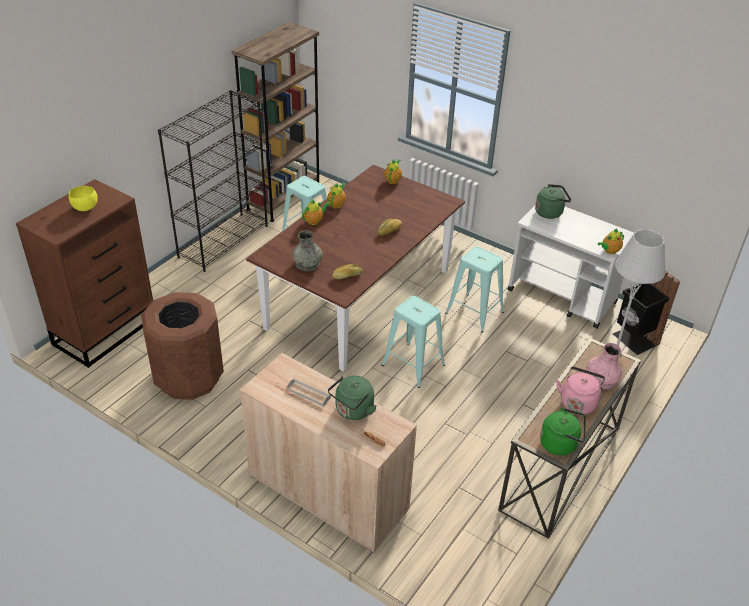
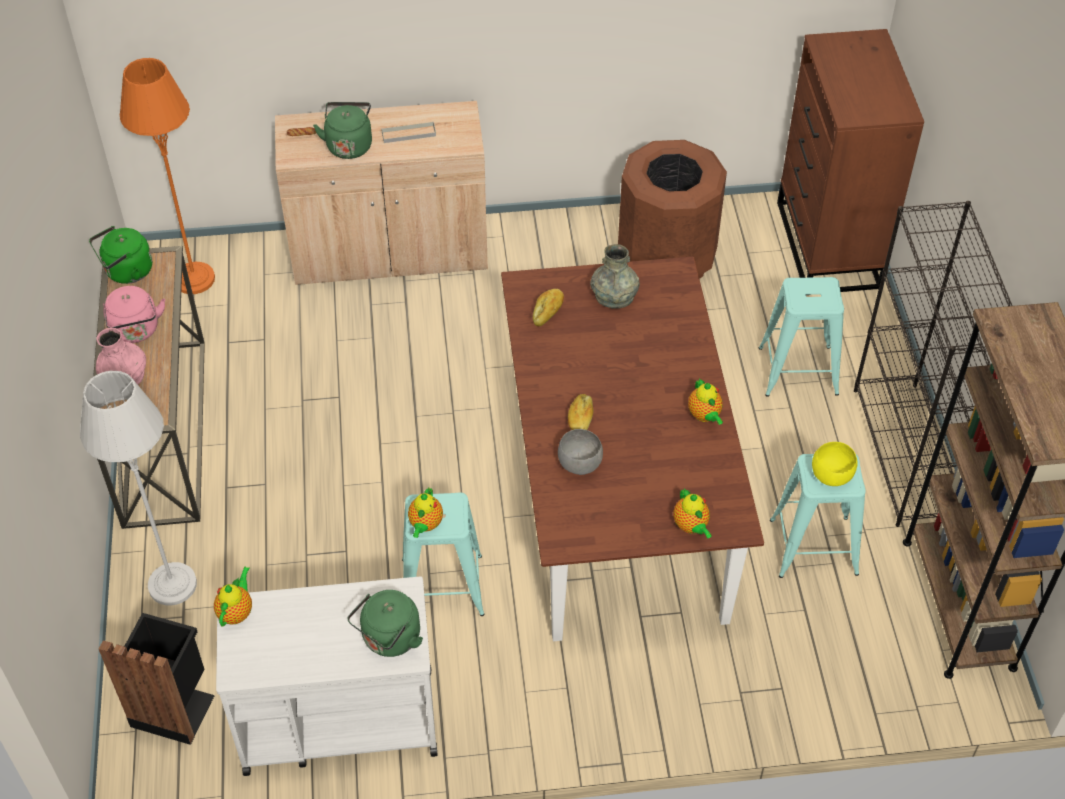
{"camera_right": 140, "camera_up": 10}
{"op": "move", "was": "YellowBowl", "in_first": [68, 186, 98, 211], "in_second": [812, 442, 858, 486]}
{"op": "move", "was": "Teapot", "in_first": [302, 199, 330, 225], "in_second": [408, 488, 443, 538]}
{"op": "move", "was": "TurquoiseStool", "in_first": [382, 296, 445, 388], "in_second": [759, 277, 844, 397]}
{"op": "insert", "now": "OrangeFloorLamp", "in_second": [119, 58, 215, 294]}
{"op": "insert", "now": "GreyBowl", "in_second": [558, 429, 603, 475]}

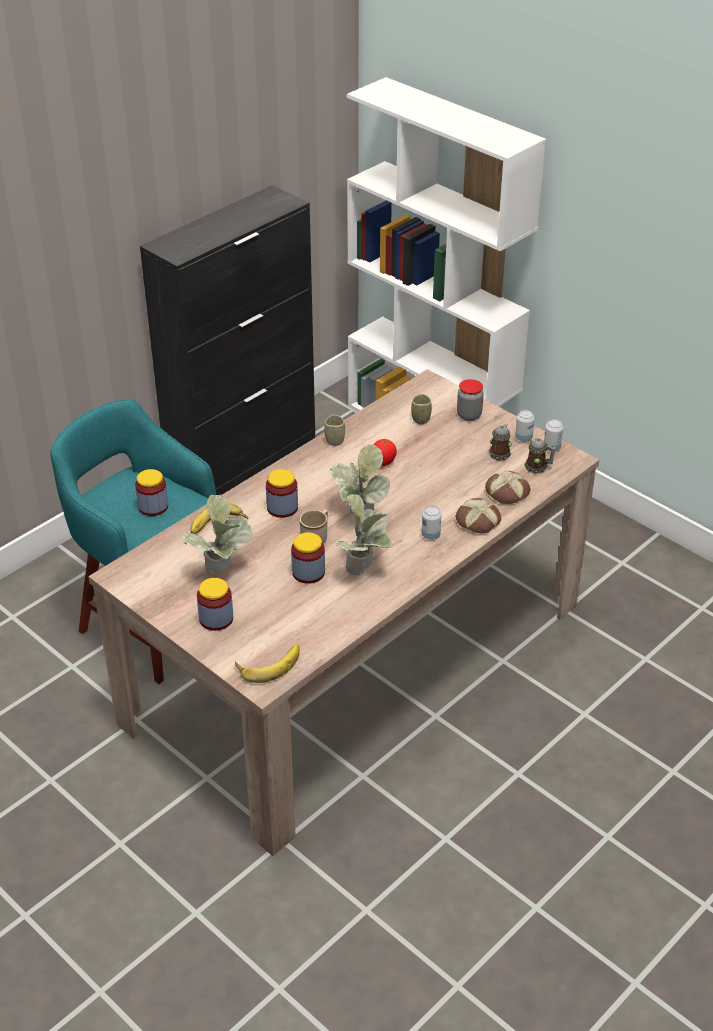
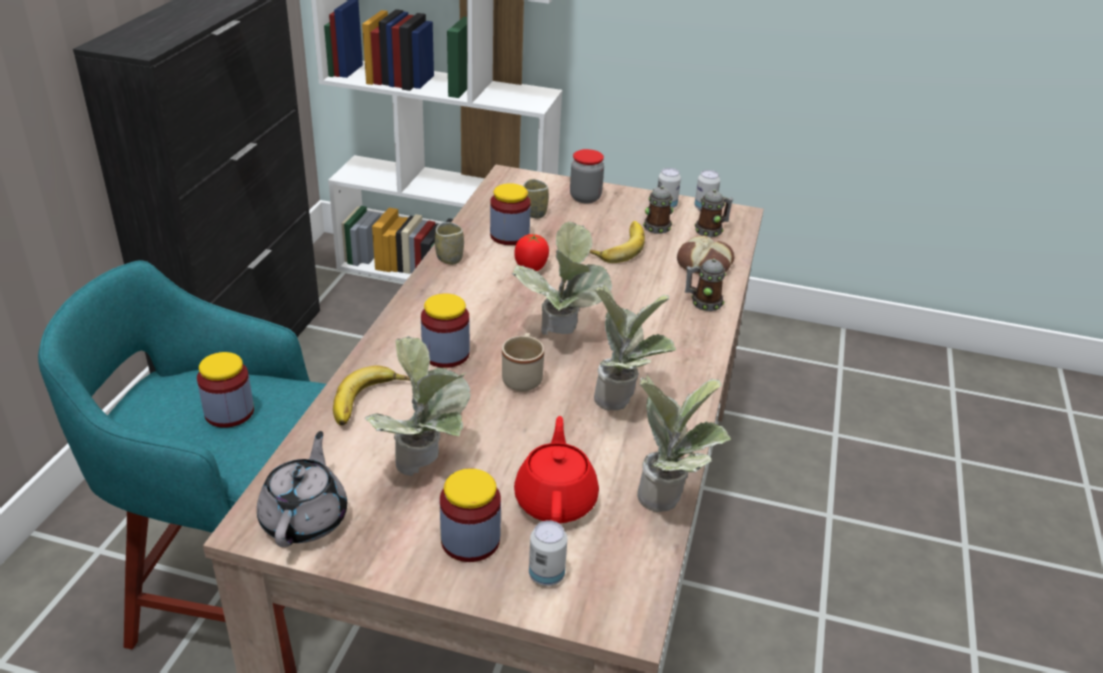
{"camera_right": -30, "camera_up": -5}
{"op": "move", "was": "Banana", "in_first": [235, 644, 300, 683], "in_second": [590, 221, 645, 263]}
{"op": "move", "was": "Jar", "in_first": [291, 532, 325, 584], "in_second": [490, 183, 531, 245]}
{"op": "move", "was": "Can", "in_first": [422, 505, 441, 540], "in_second": [529, 520, 567, 586]}
{"op": "replace", "was": "Bread", "now": "Mug", "in_first": [456, 498, 501, 533], "in_second": [685, 259, 726, 311]}
{"op": "insert", "now": "GreyTeapot", "in_second": [257, 431, 347, 547]}
{"op": "insert", "now": "RedTeapot", "in_second": [514, 416, 599, 524]}
{"op": "insert", "now": "PottedPlant", "in_second": [637, 376, 731, 512]}

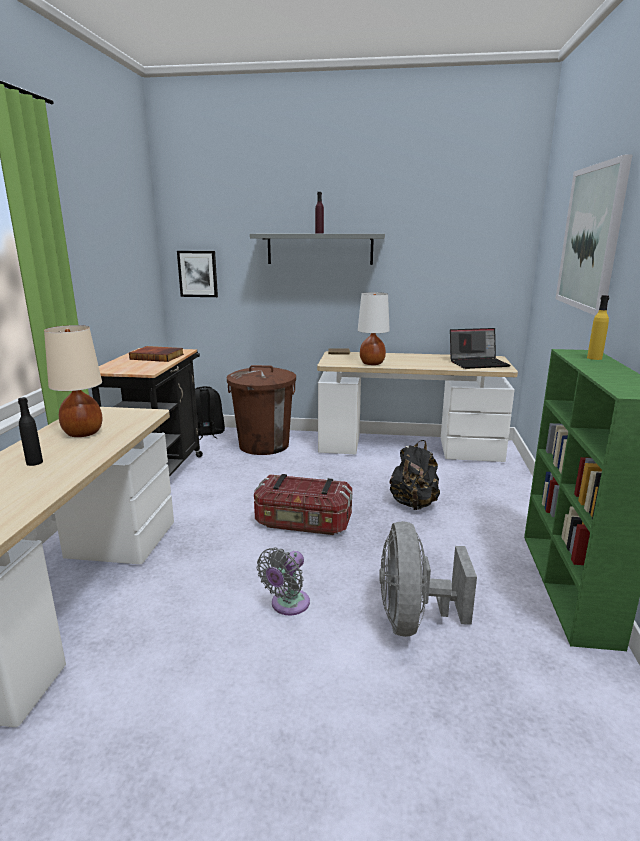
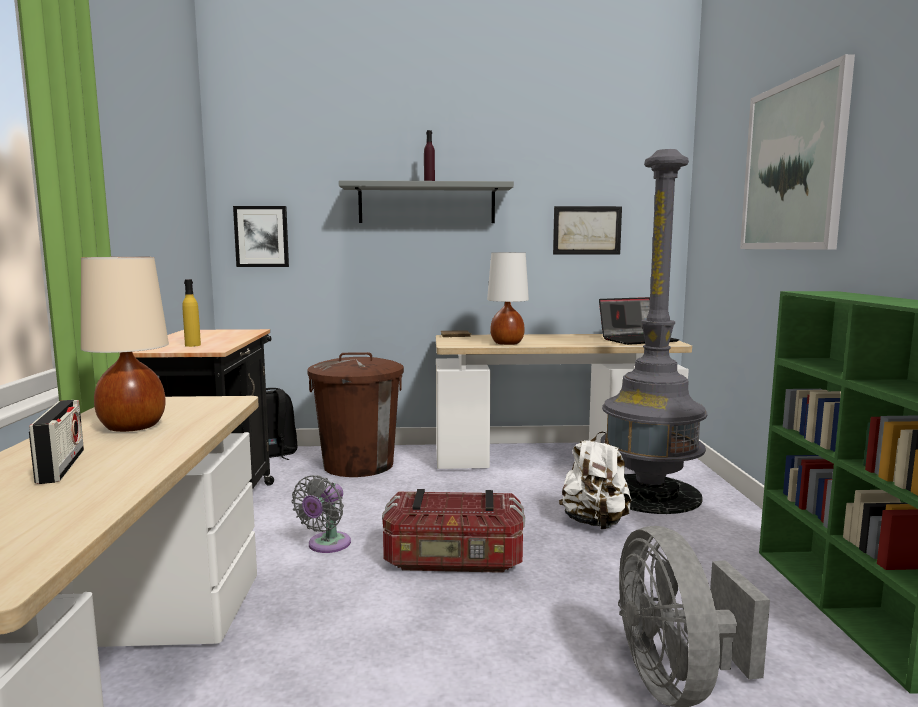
{"camera_right": -10, "camera_up": -10}
{"op": "replace", "was": "BlackBottle", "now": "Radio", "in_first": [18, 397, 43, 466], "in_second": [29, 400, 84, 484]}
{"op": "delete", "was": "Book", "in_first": [129, 346, 184, 362]}
{"op": "move", "was": "GreyFan", "in_first": [257, 547, 310, 616], "in_second": [291, 475, 351, 553]}
{"op": "recolor", "was": "BlackBackpack", "now": "WhiteBackpack", "in_first": [390, 440, 440, 510], "in_second": [559, 431, 632, 529]}
{"op": "move", "was": "YellowBottle", "in_first": [587, 295, 609, 360], "in_second": [182, 279, 201, 347]}
{"op": "insert", "now": "Picture", "in_second": [553, 206, 622, 254]}
{"op": "insert", "now": "GreyFloorLamp", "in_second": [600, 149, 708, 514]}

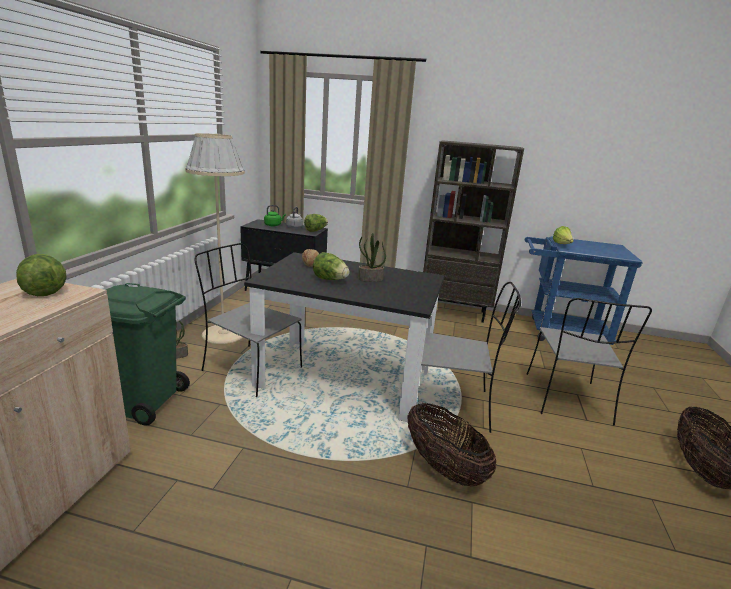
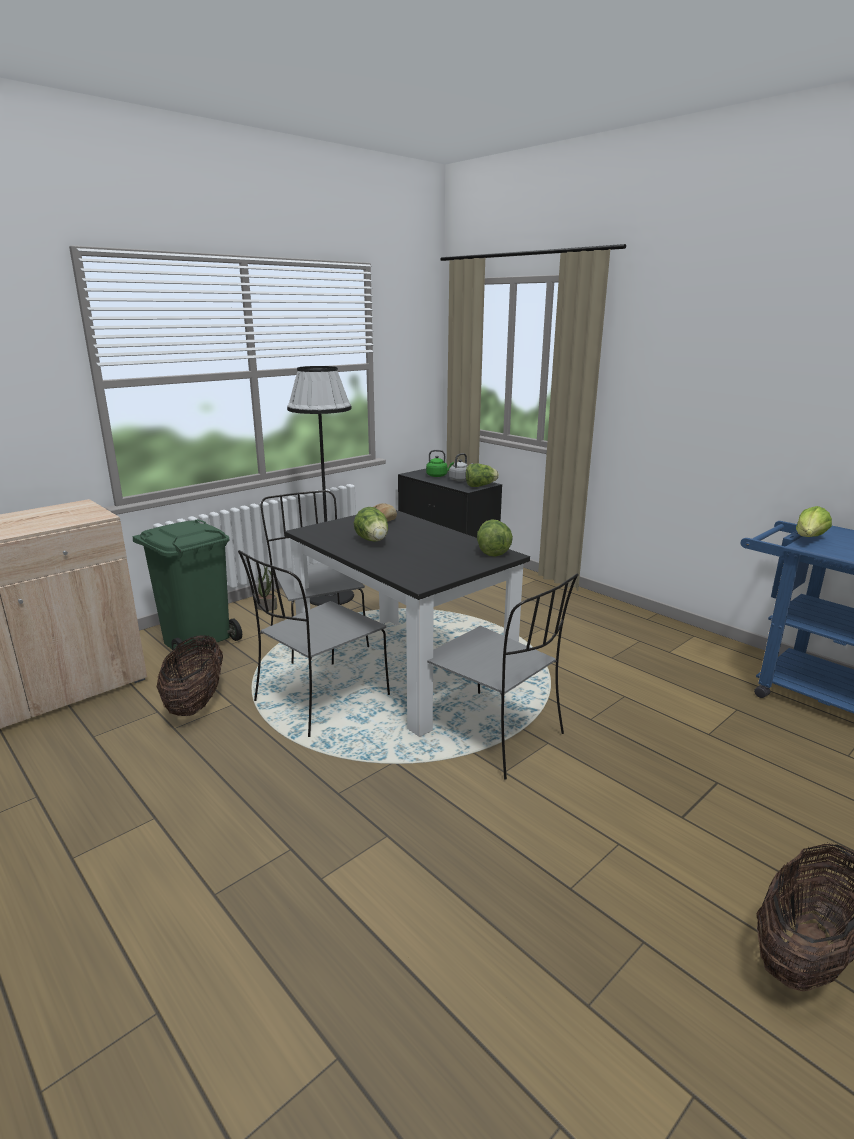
{"camera_right": 35, "camera_up": 0}
{"op": "move", "was": "Lettuce", "in_first": [16, 254, 67, 296], "in_second": [477, 519, 513, 557]}
{"op": "recolor", "was": "BeigeFloorLamp", "now": "BlackFloorLamp", "in_first": [185, 133, 245, 344], "in_second": [287, 366, 354, 606]}
{"op": "delete", "was": "PottedPlant", "in_first": [358, 233, 386, 282]}
{"op": "move", "was": "Basket", "in_first": [407, 403, 497, 486], "in_second": [157, 635, 223, 716]}
{"op": "delete", "was": "BrownBookcase", "in_first": [423, 140, 524, 323]}
{"op": "move", "was": "GreyChair", "in_first": [527, 298, 652, 426], "in_second": [238, 550, 390, 737]}

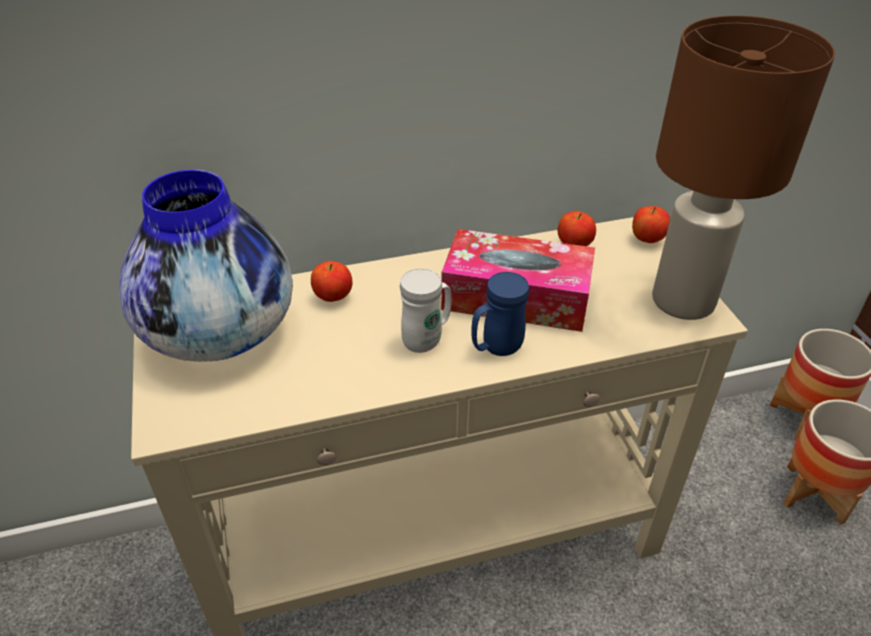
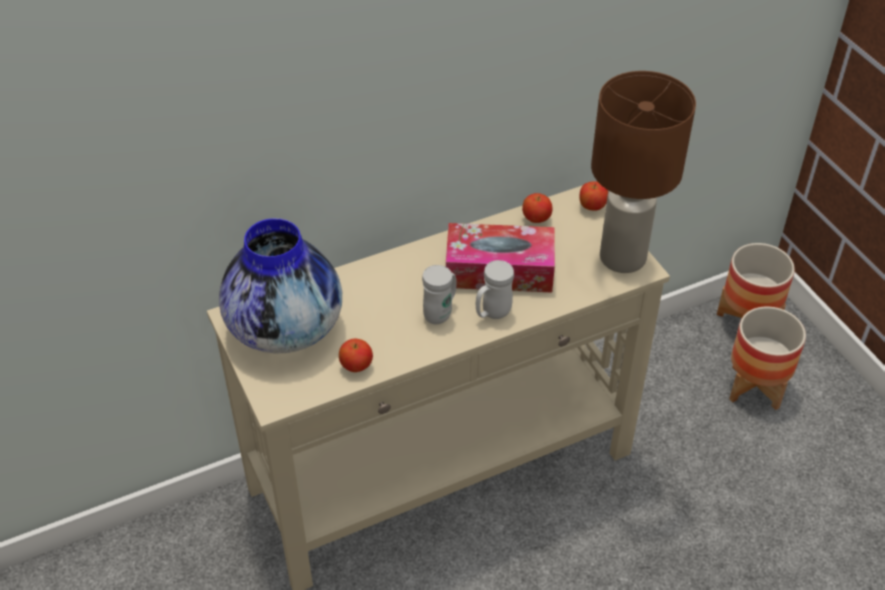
{"camera_right": -10, "camera_up": 5}
{"op": "move", "was": "Apple", "in_first": [311, 261, 352, 302], "in_second": [339, 339, 373, 372]}
{"op": "recolor", "was": "BlueMug", "now": "WhiteMug", "in_first": [471, 272, 529, 356], "in_second": [476, 260, 514, 319]}

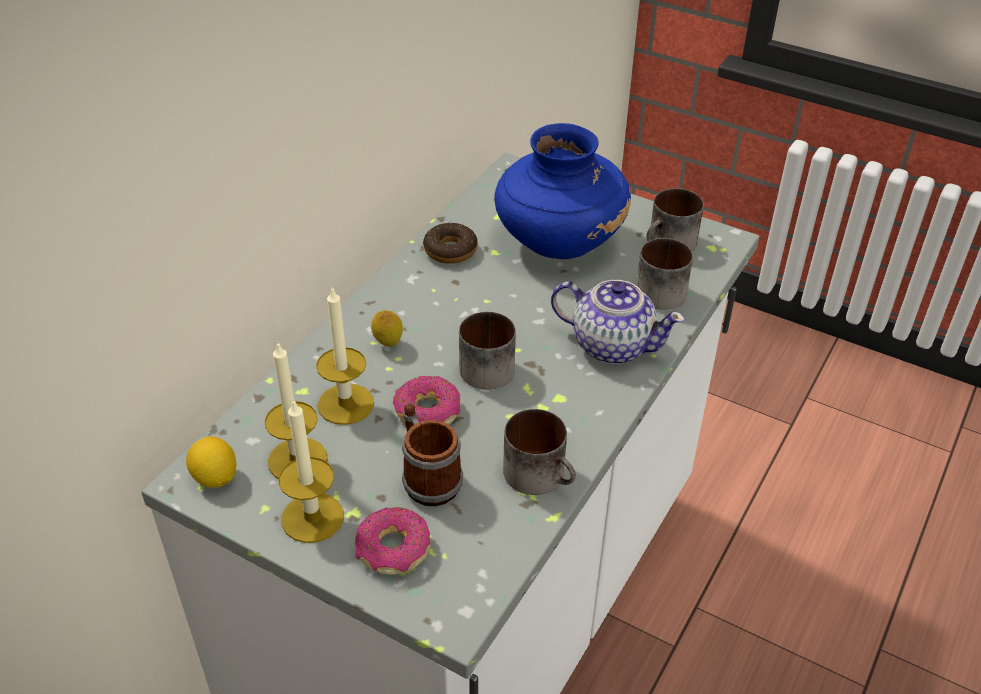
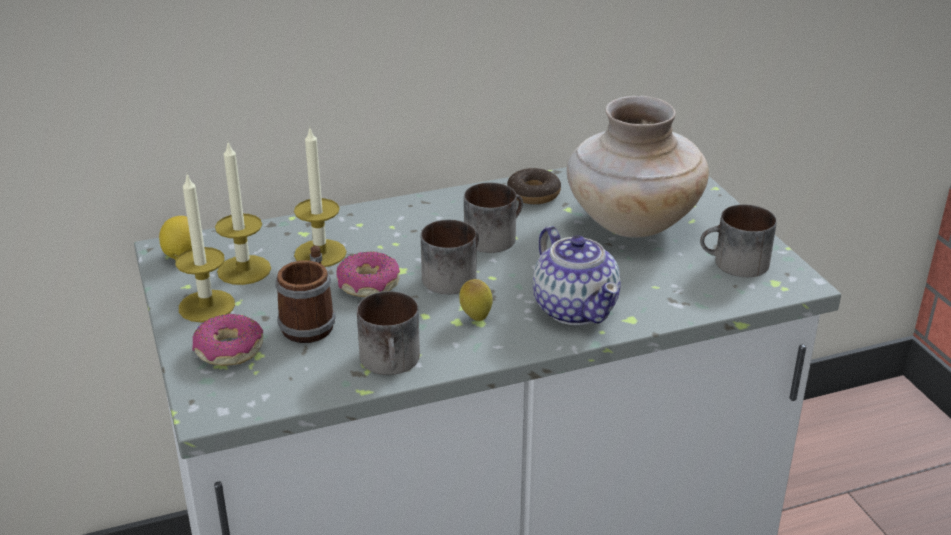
{"camera_right": 40, "camera_up": -10}
{"op": "move", "was": "Lemon", "in_first": [371, 310, 403, 347], "in_second": [459, 279, 493, 321]}
{"op": "recolor", "was": "BlueVase", "now": "BeigeVase", "in_first": [494, 123, 631, 259], "in_second": [567, 96, 709, 238]}
{"op": "move", "was": "Mug", "in_first": [636, 238, 693, 310], "in_second": [464, 183, 523, 253]}

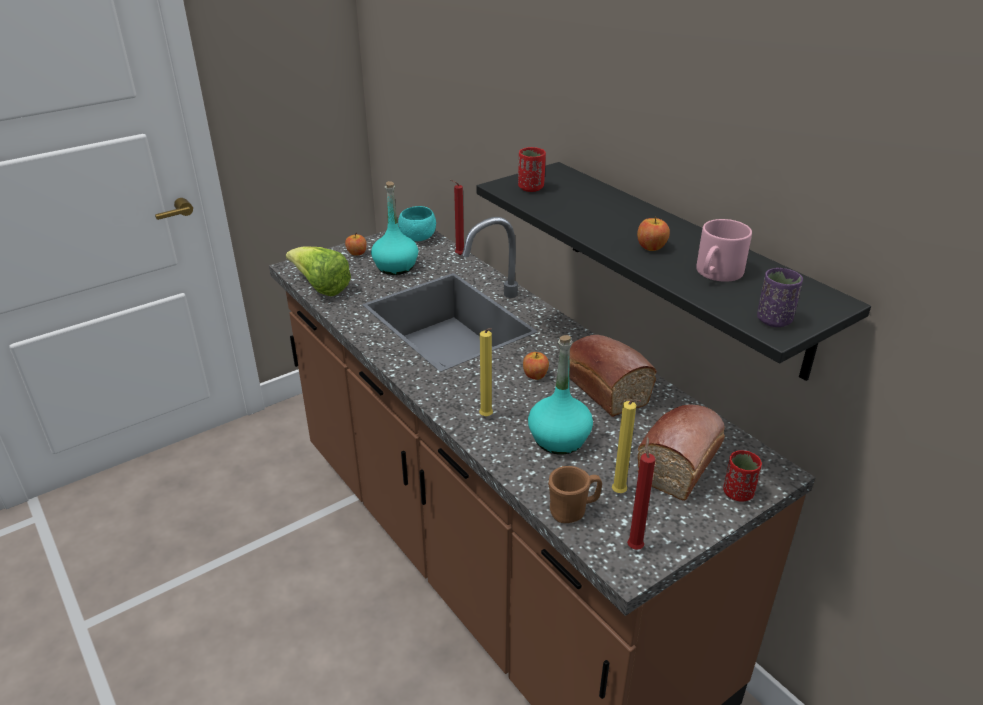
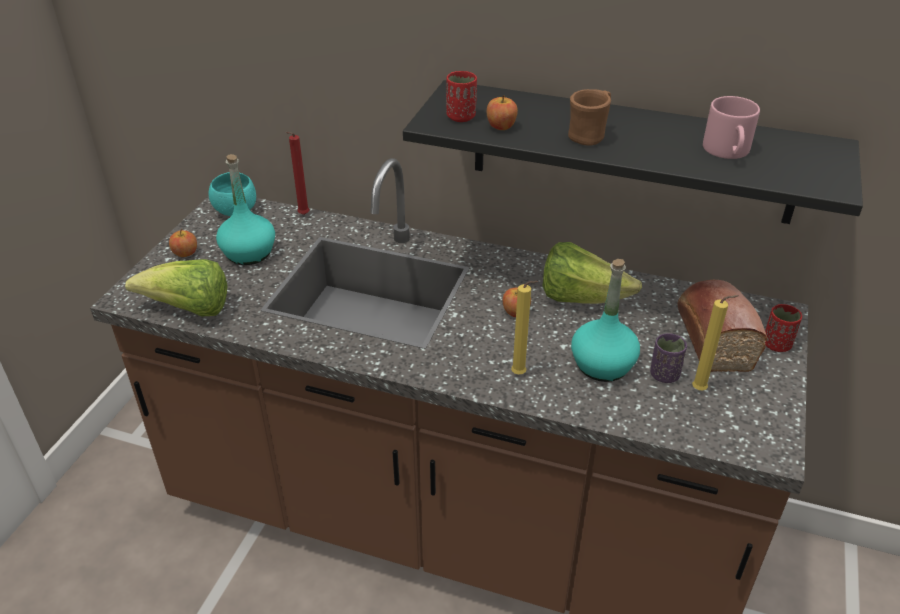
{"camera_right": -35, "camera_up": 5}
{"op": "move", "was": "BrownMug", "in_first": [548, 466, 602, 523], "in_second": [568, 89, 611, 146]}
{"op": "replace", "was": "Bread", "now": "Lettuce", "in_first": [569, 335, 657, 417], "in_second": [543, 242, 642, 304]}
{"op": "delete", "was": "RedCandle", "in_first": [627, 437, 656, 550]}
{"op": "move", "was": "Apple", "in_first": [637, 216, 670, 251], "in_second": [487, 95, 518, 130]}
{"op": "move", "was": "PurpleCup", "in_first": [757, 268, 803, 327], "in_second": [650, 333, 687, 383]}

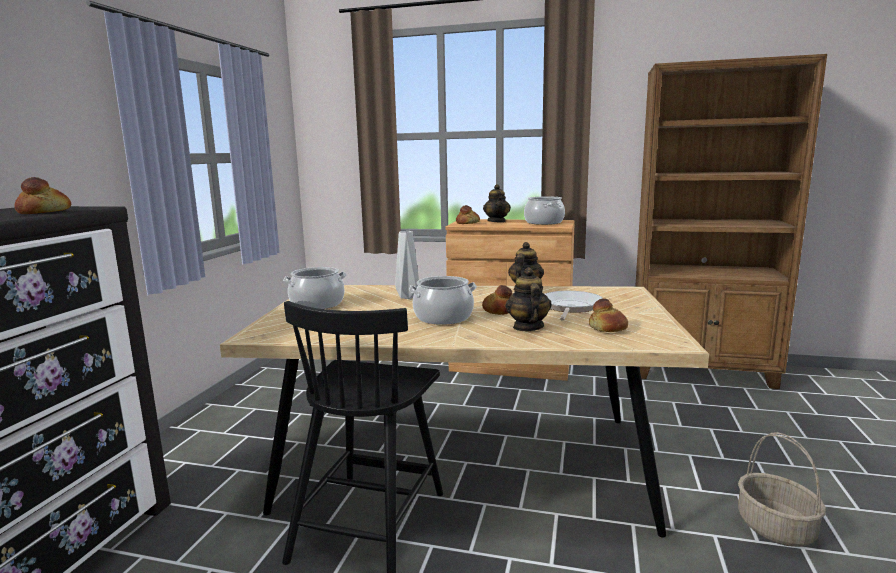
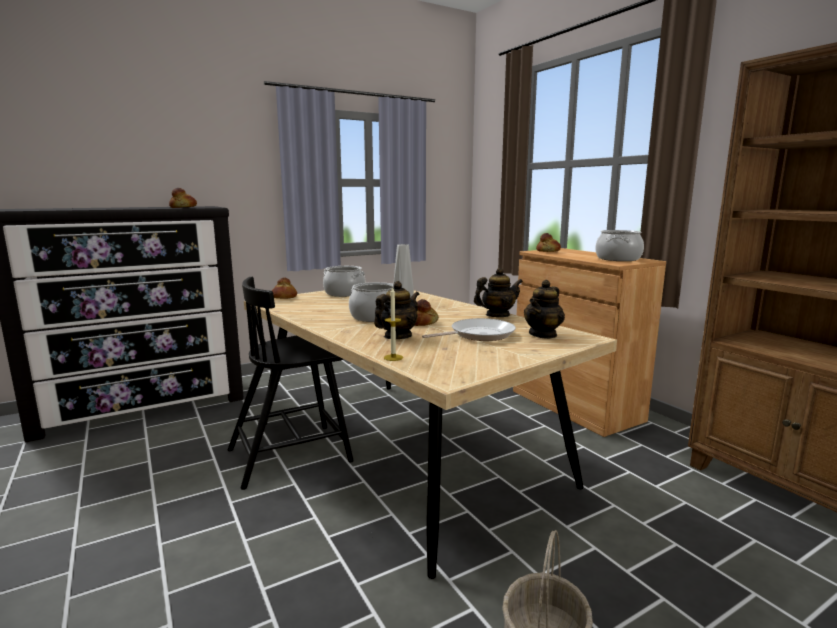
{"camera_right": 45, "camera_up": 0}
{"op": "move", "was": "Teapot", "in_first": [483, 184, 511, 222], "in_second": [524, 280, 565, 339]}
{"op": "move", "was": "Bread", "in_first": [589, 299, 628, 332], "in_second": [272, 278, 297, 299]}
{"op": "insert", "now": "Candle", "in_second": [384, 286, 403, 361]}

